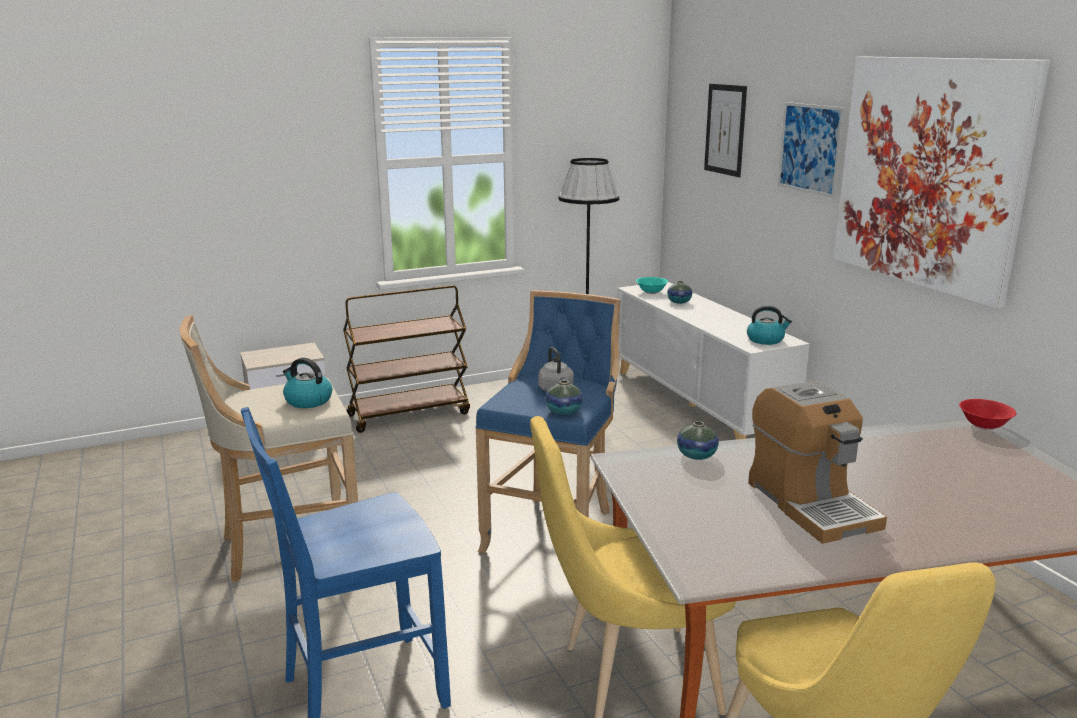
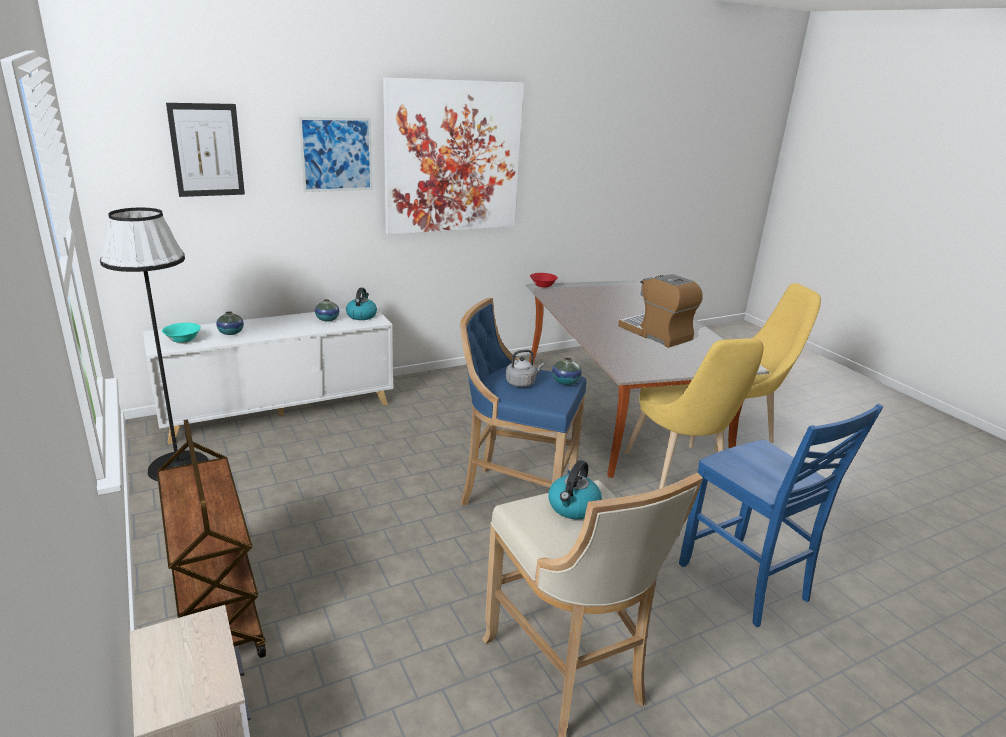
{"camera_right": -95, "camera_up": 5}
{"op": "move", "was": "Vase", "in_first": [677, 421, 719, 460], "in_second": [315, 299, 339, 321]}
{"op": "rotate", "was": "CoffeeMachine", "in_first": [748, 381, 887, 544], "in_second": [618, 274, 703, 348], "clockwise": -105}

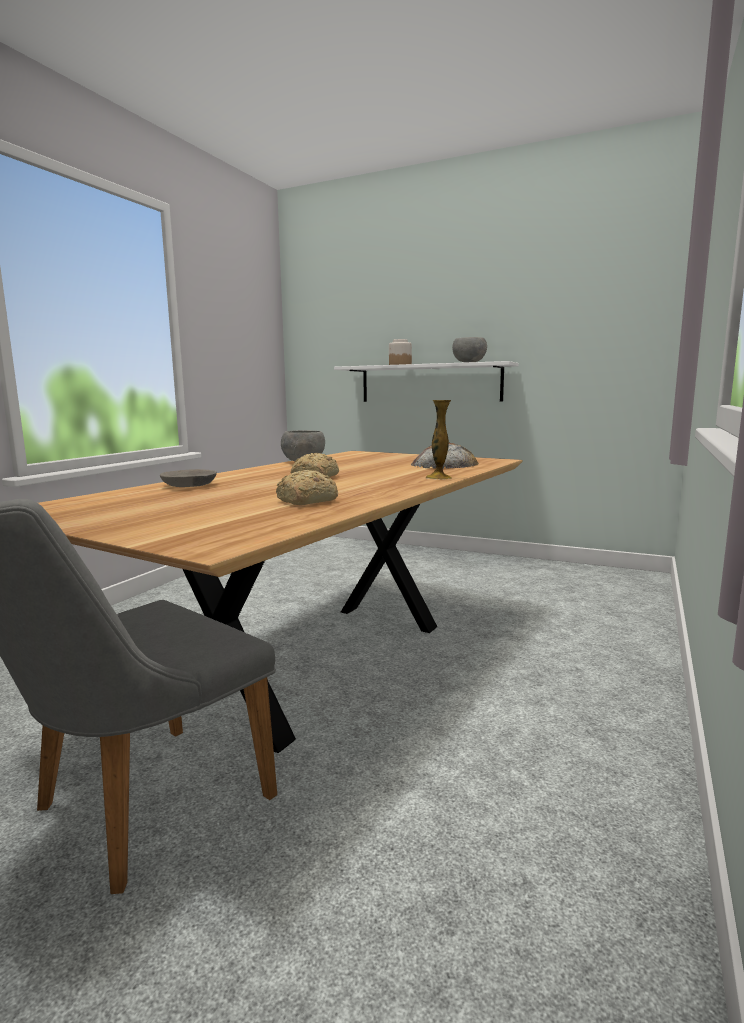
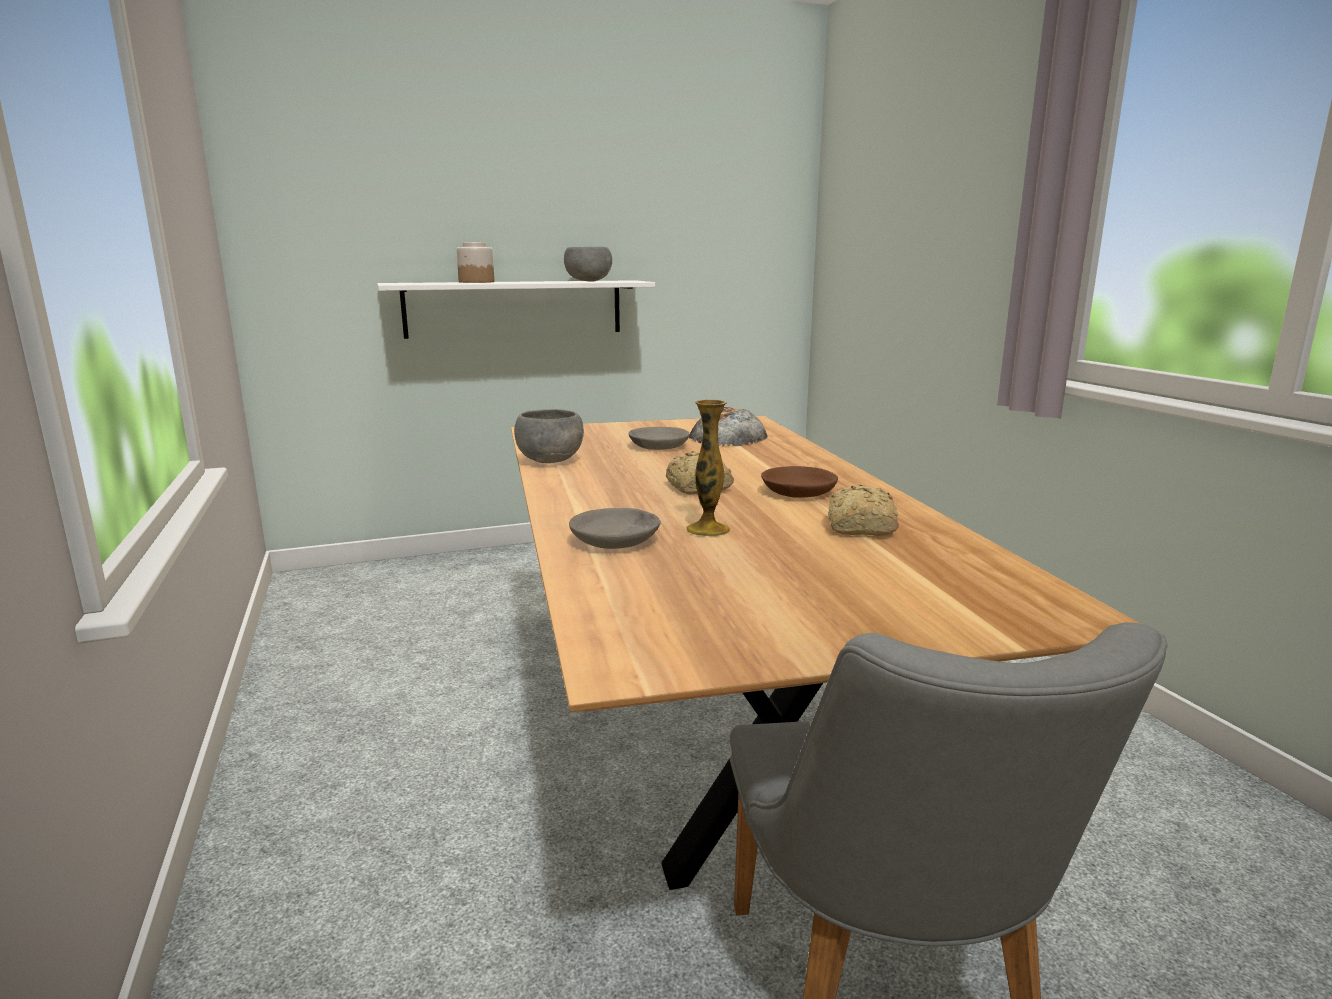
{"camera_right": -45, "camera_up": 5}
{"op": "move", "was": "Vase", "in_first": [425, 400, 452, 479], "in_second": [686, 400, 730, 537]}
{"op": "insert", "now": "GreyBowl", "in_second": [629, 427, 690, 450]}
{"op": "insert", "now": "BrownBowl", "in_second": [761, 466, 838, 498]}

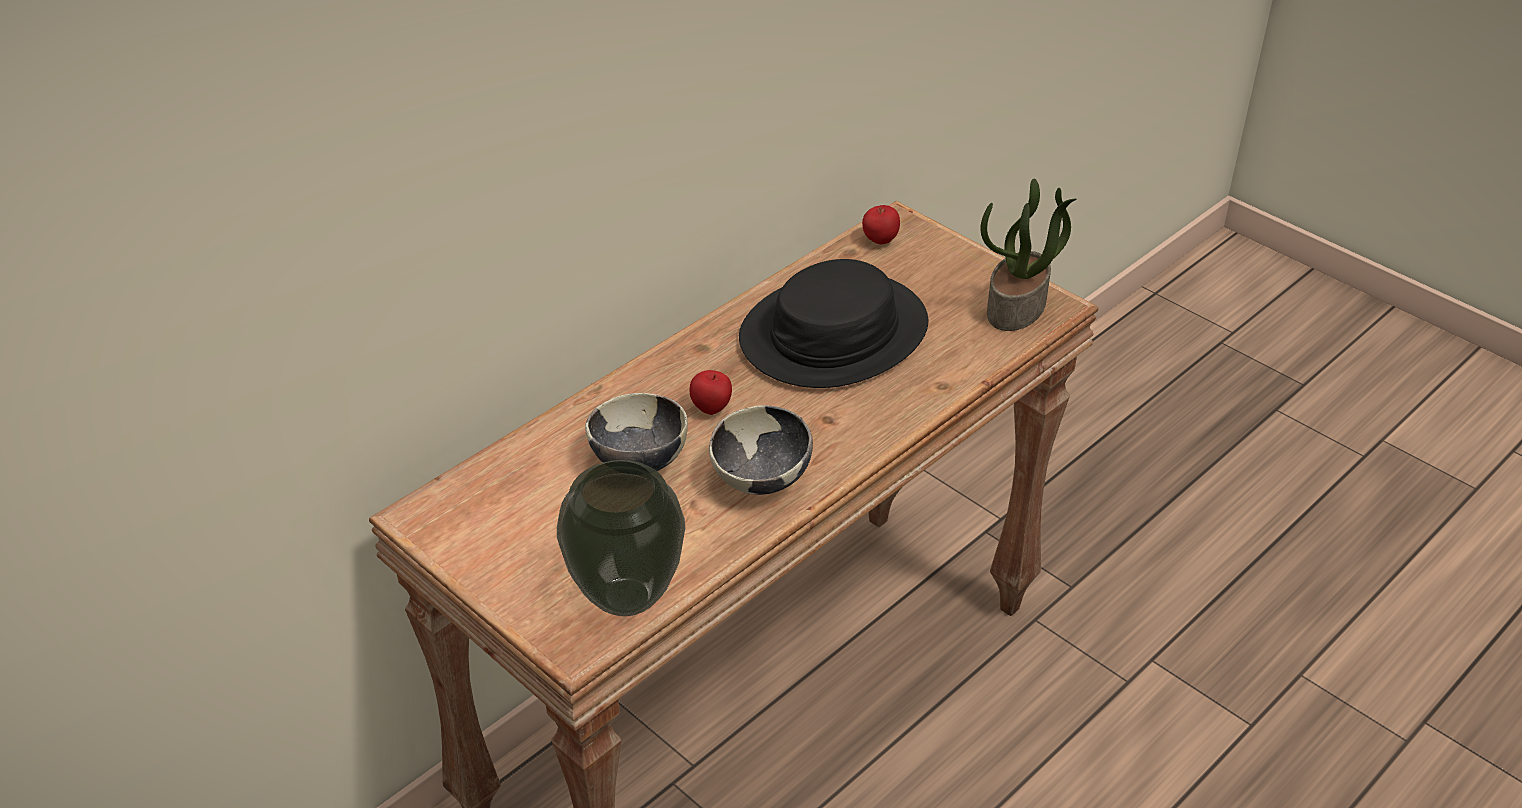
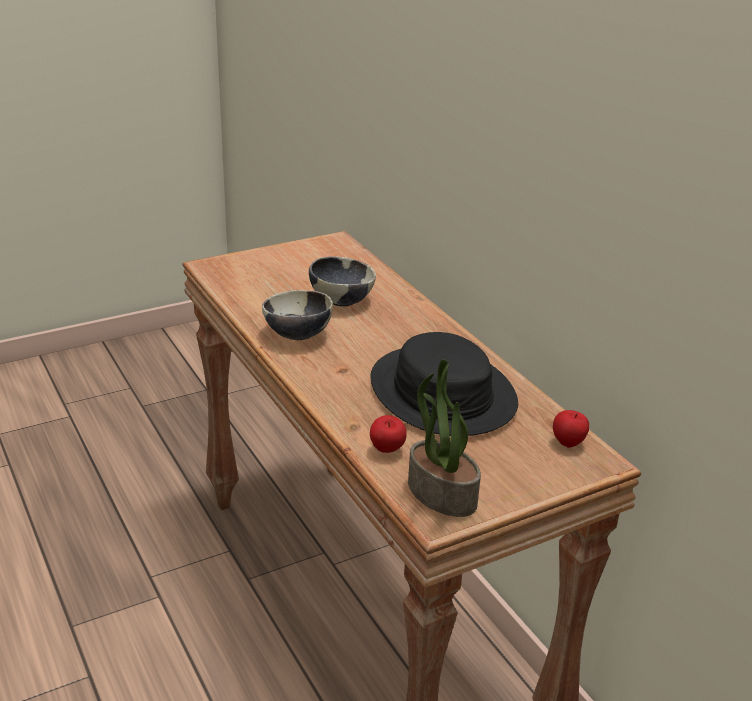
{"camera_right": 105, "camera_up": -10}
{"op": "delete", "was": "Vase", "in_first": [557, 460, 685, 617]}
{"op": "move", "was": "Apple", "in_first": [690, 370, 732, 415], "in_second": [370, 415, 407, 453]}

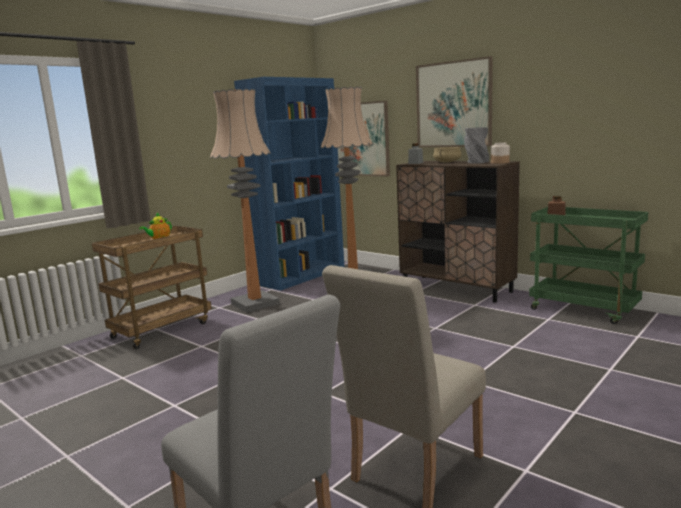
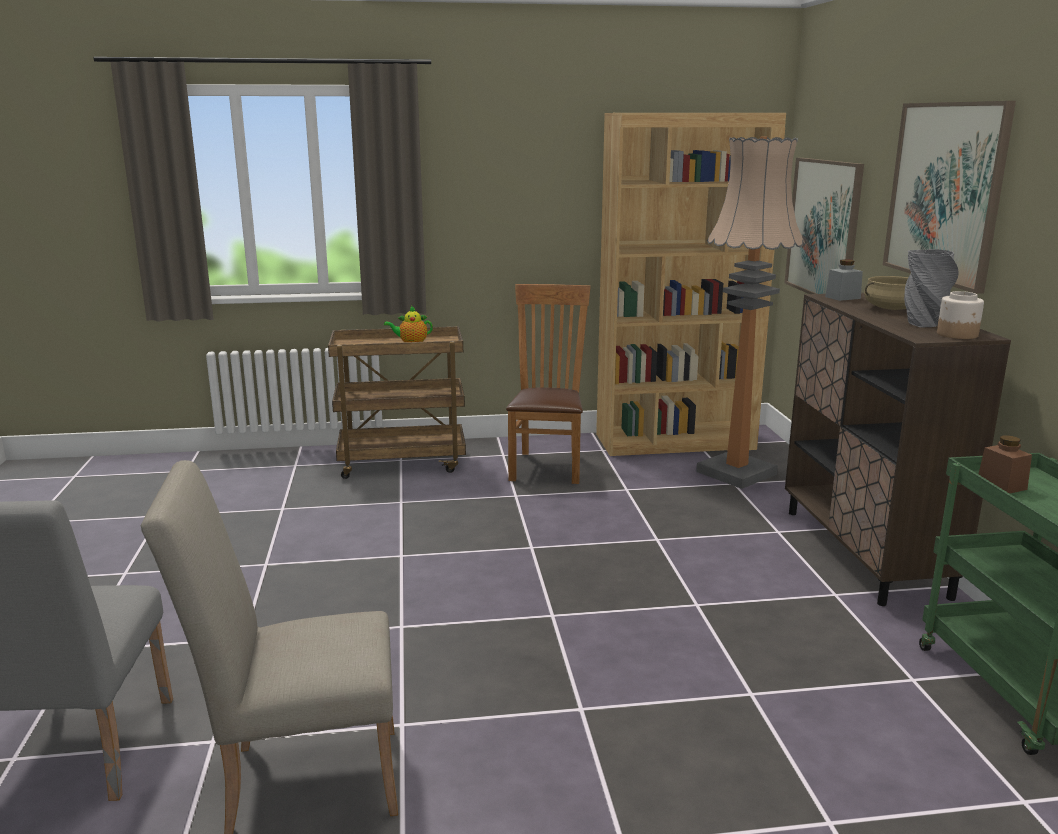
{"camera_right": 40, "camera_up": 5}
{"op": "replace", "was": "FloorLamp", "now": "BrownChair", "in_first": [210, 89, 280, 313], "in_second": [506, 284, 591, 484]}
{"op": "recolor", "was": "BlueBookcase", "now": "BrownBookcase", "in_first": [234, 77, 344, 291], "in_second": [596, 113, 786, 456]}

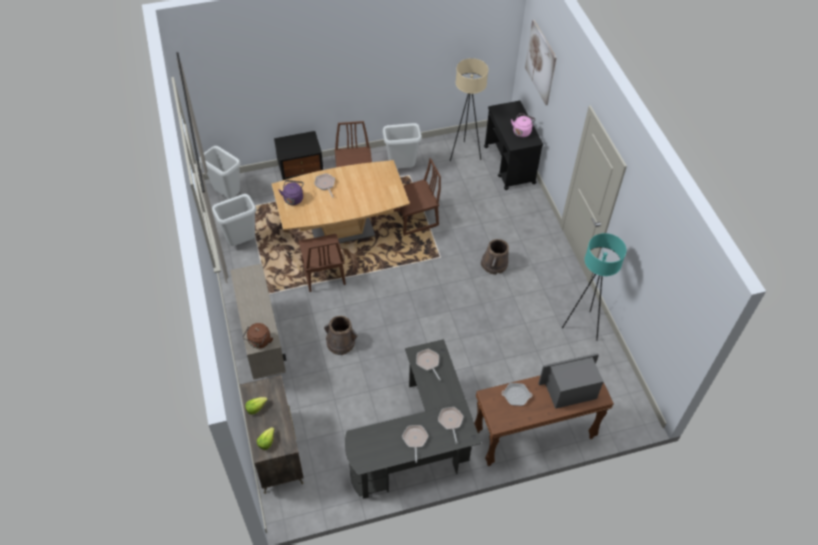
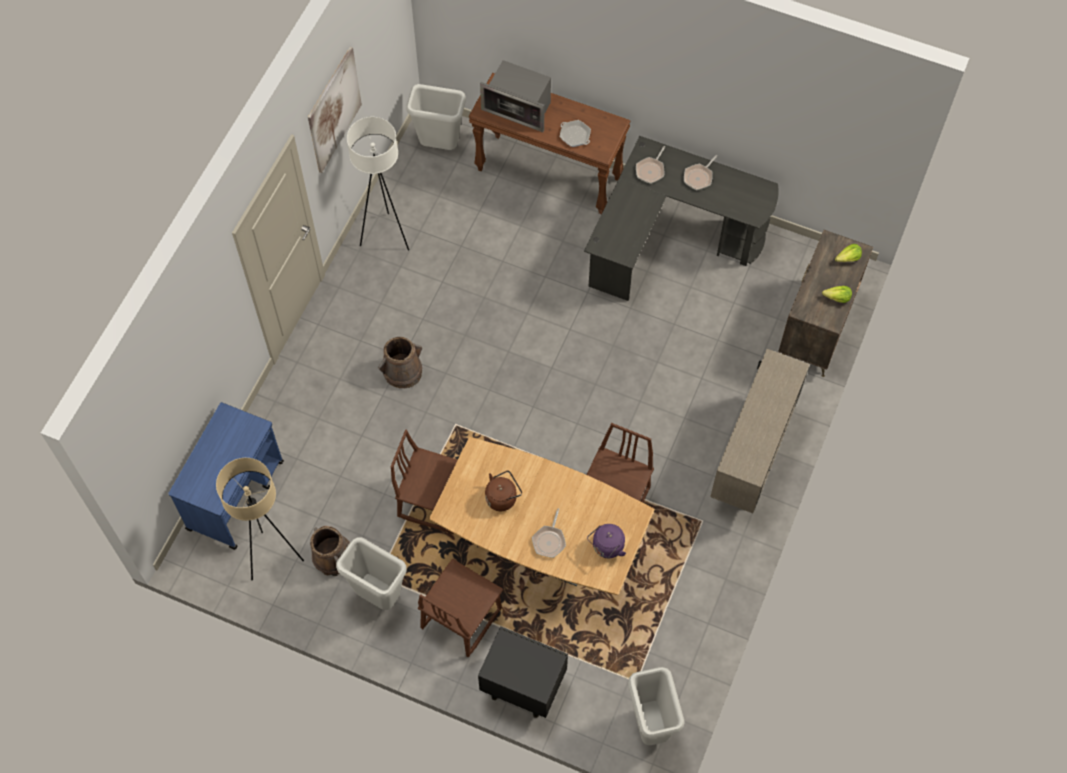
{"camera_right": -140, "camera_up": 10}
{"op": "move", "was": "GreyTrashCan", "in_first": [212, 194, 257, 246], "in_second": [406, 84, 466, 150]}
{"op": "move", "was": "BrownKettle", "in_first": [243, 323, 273, 349], "in_second": [485, 470, 522, 511]}
{"op": "move", "was": "BrownBucket", "in_first": [324, 316, 358, 355], "in_second": [310, 526, 350, 576]}
{"op": "delete", "was": "FryingPan", "in_first": [416, 349, 441, 381]}
{"op": "recolor", "was": "BlackCart", "now": "BlueCart", "in_first": [484, 101, 543, 190], "in_second": [168, 402, 284, 550]}
{"op": "delete", "was": "PinkKettle", "in_first": [511, 113, 536, 137]}
{"op": "move", "was": "Picture", "in_first": [525, 20, 557, 105], "in_second": [308, 47, 362, 173]}
{"op": "recolor", "was": "TurquoiseFloorLamp", "now": "WhiteFloorLamp", "in_first": [562, 233, 627, 341], "in_second": [347, 117, 409, 251]}

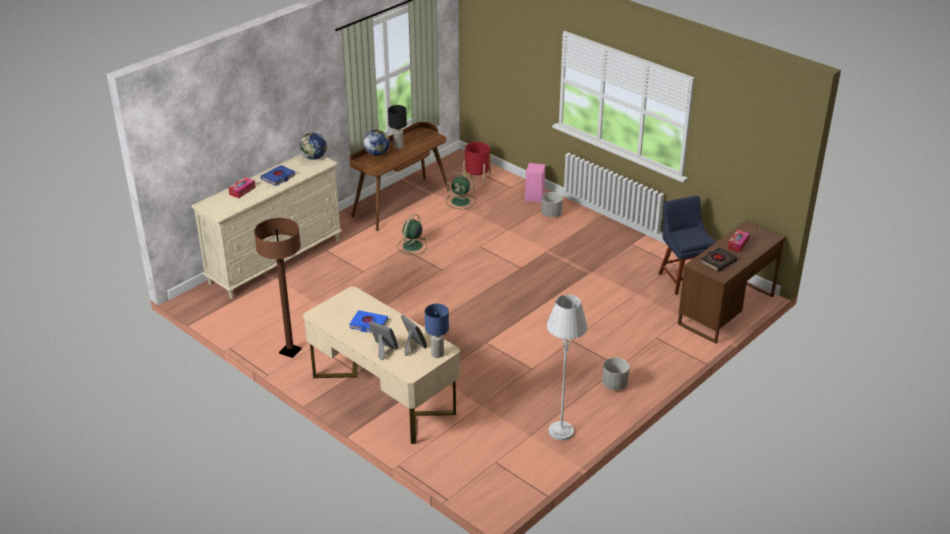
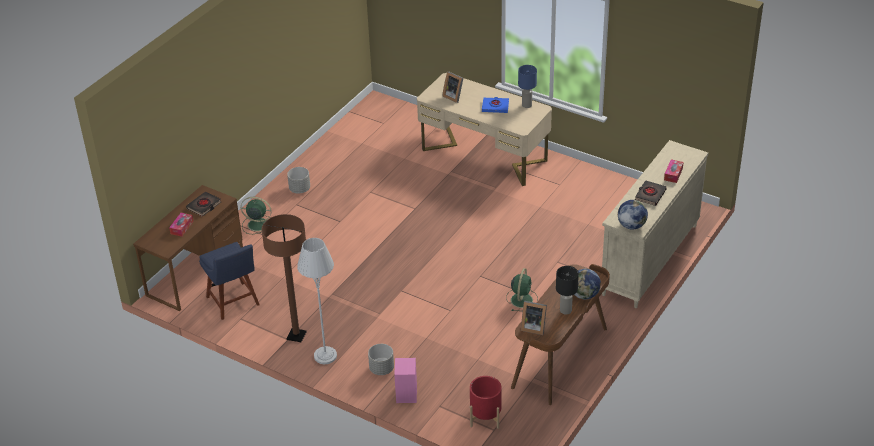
{"camera_right": 170, "camera_up": 5}
{"op": "move", "was": "BrownFloorLamp", "in_first": [254, 218, 302, 358], "in_second": [262, 214, 307, 342]}
{"op": "recolor", "was": "BlueBook", "now": "BlackBook", "in_first": [260, 165, 296, 186], "in_second": [635, 180, 667, 206]}
{"op": "move", "was": "PictureFrame", "in_first": [369, 321, 398, 361], "in_second": [521, 301, 547, 335]}
{"op": "move", "was": "BlueTableLamp", "in_first": [425, 304, 449, 358], "in_second": [518, 65, 537, 108]}
{"op": "move", "was": "GreenFan", "in_first": [446, 172, 476, 209], "in_second": [241, 197, 271, 234]}
{"op": "move", "was": "GreyFloorLamp", "in_first": [547, 294, 588, 440], "in_second": [297, 238, 337, 364]}

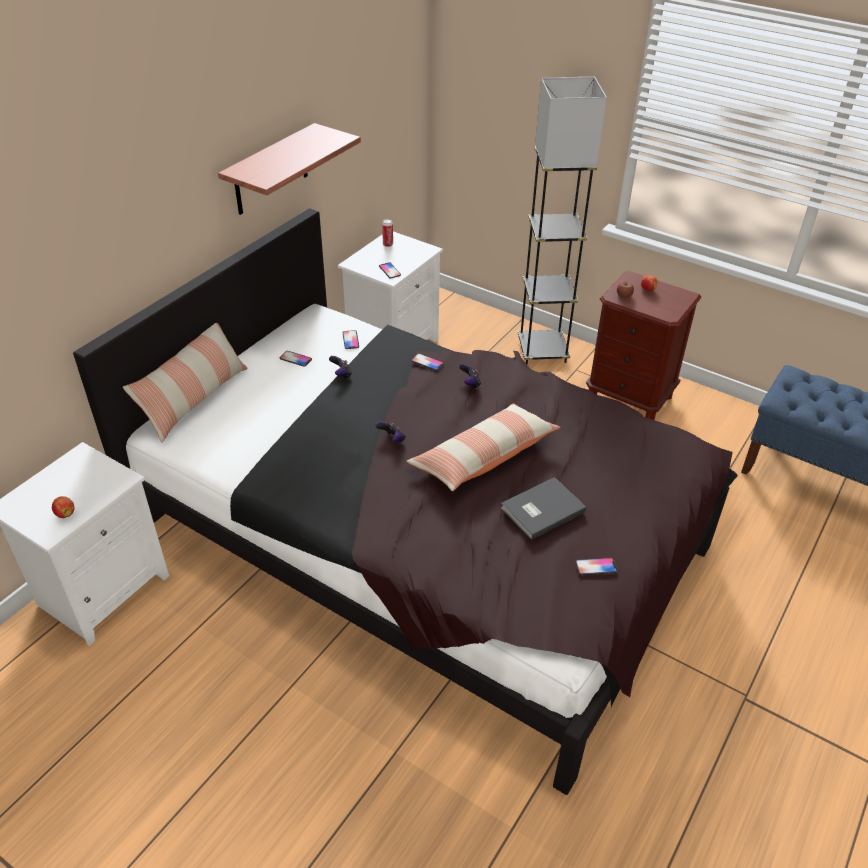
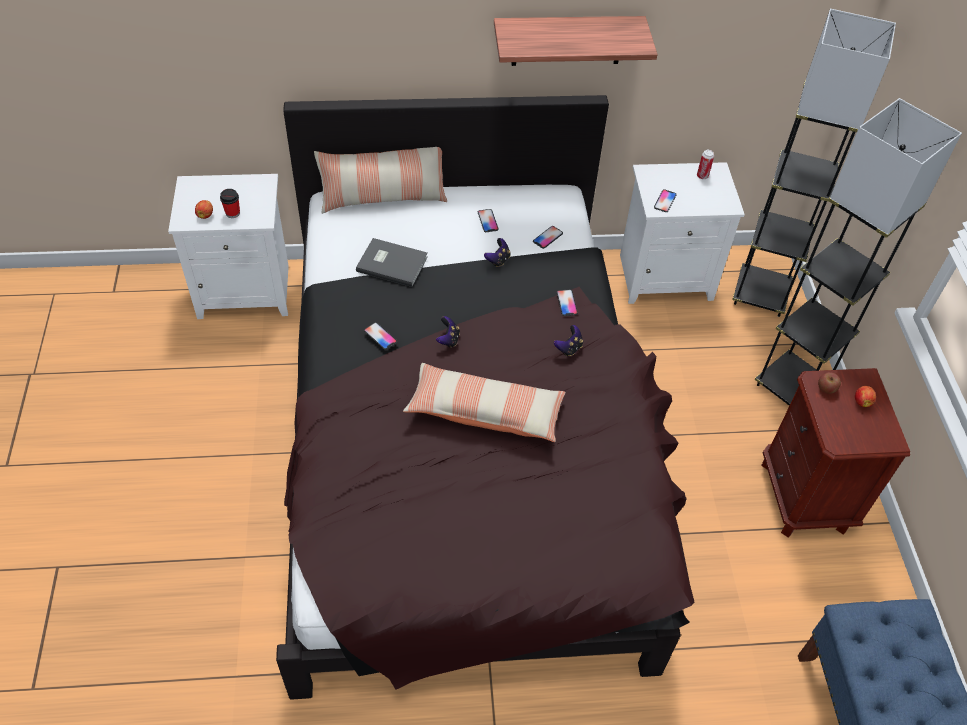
{"camera_right": 50, "camera_up": 10}
{"op": "move", "was": "GreyBook", "in_first": [501, 477, 586, 540], "in_second": [356, 238, 428, 287]}
{"op": "move", "was": "Phone", "in_first": [575, 557, 618, 575], "in_second": [364, 322, 397, 350]}
{"op": "insert", "now": "Cup", "in_second": [220, 189, 240, 218]}
{"op": "insert", "now": "GreyFloorLamp", "in_second": [732, 9, 896, 317]}

